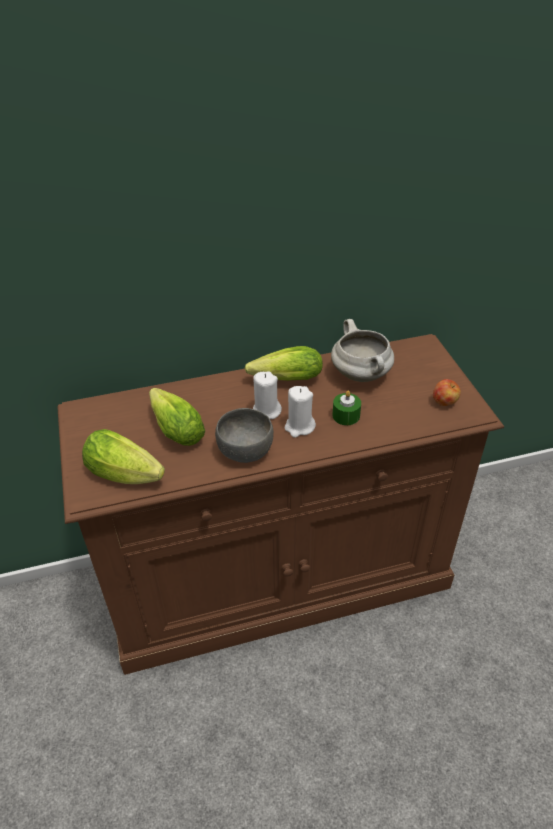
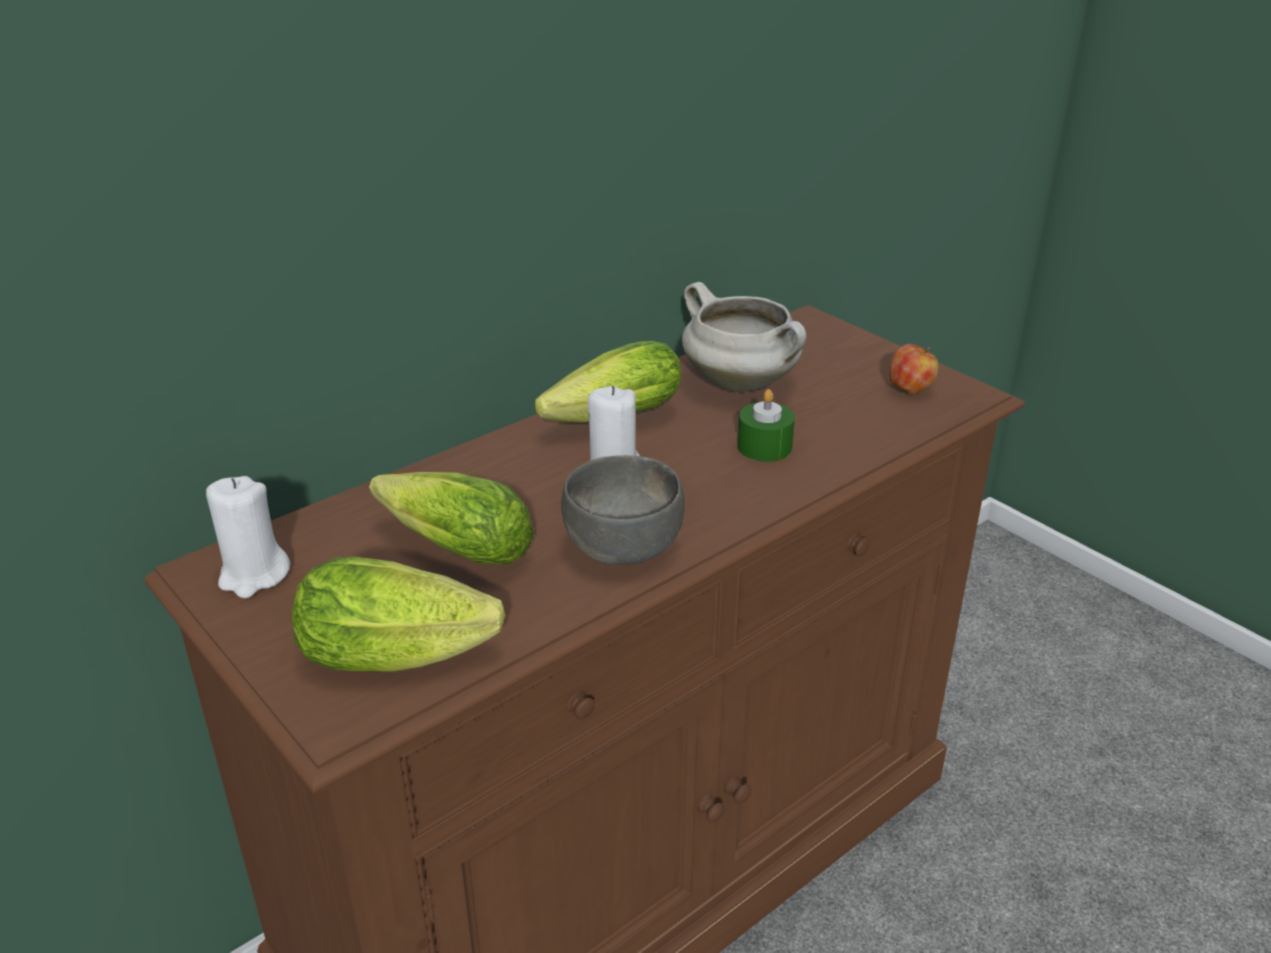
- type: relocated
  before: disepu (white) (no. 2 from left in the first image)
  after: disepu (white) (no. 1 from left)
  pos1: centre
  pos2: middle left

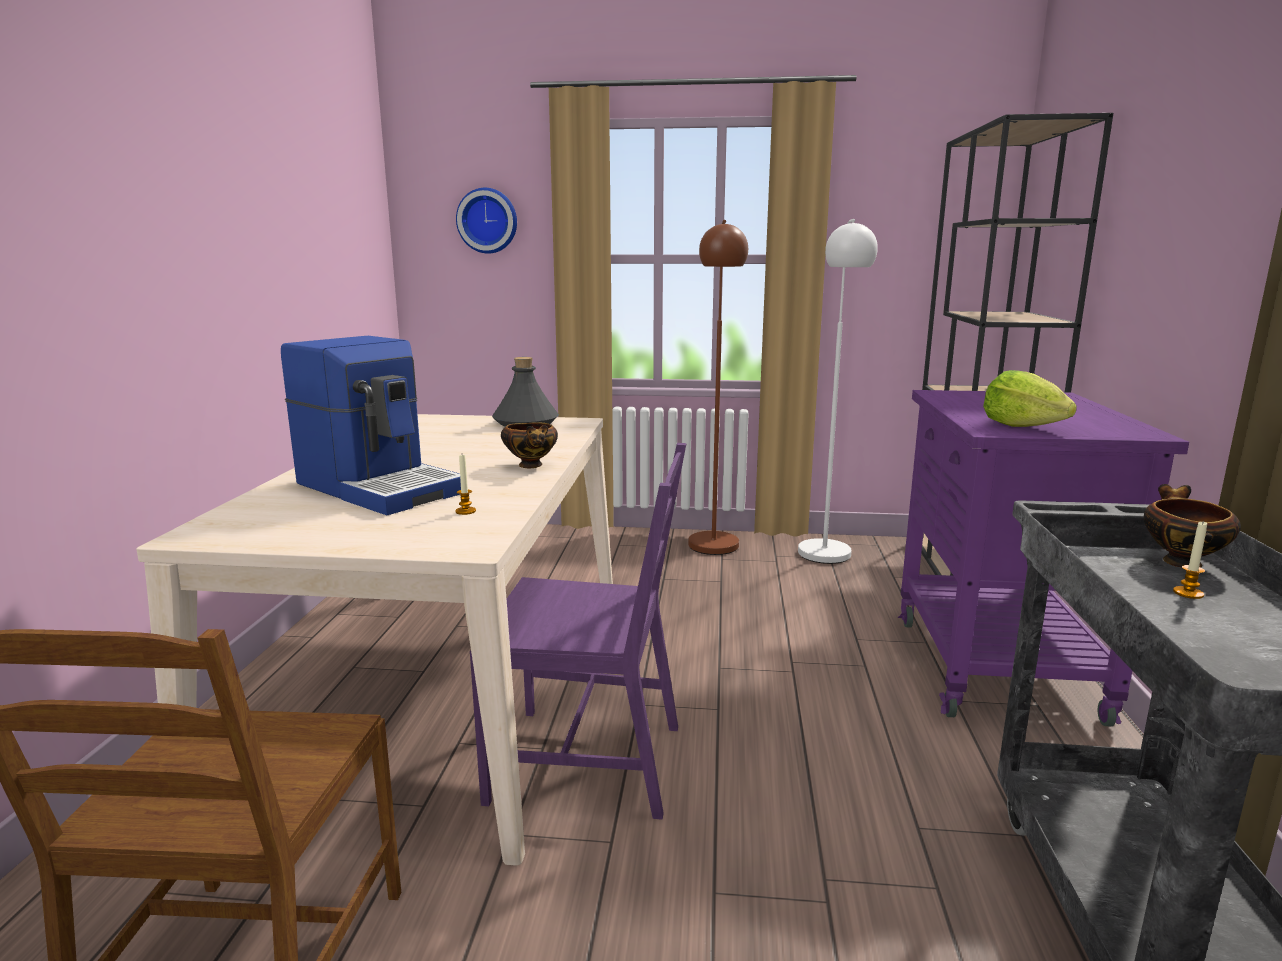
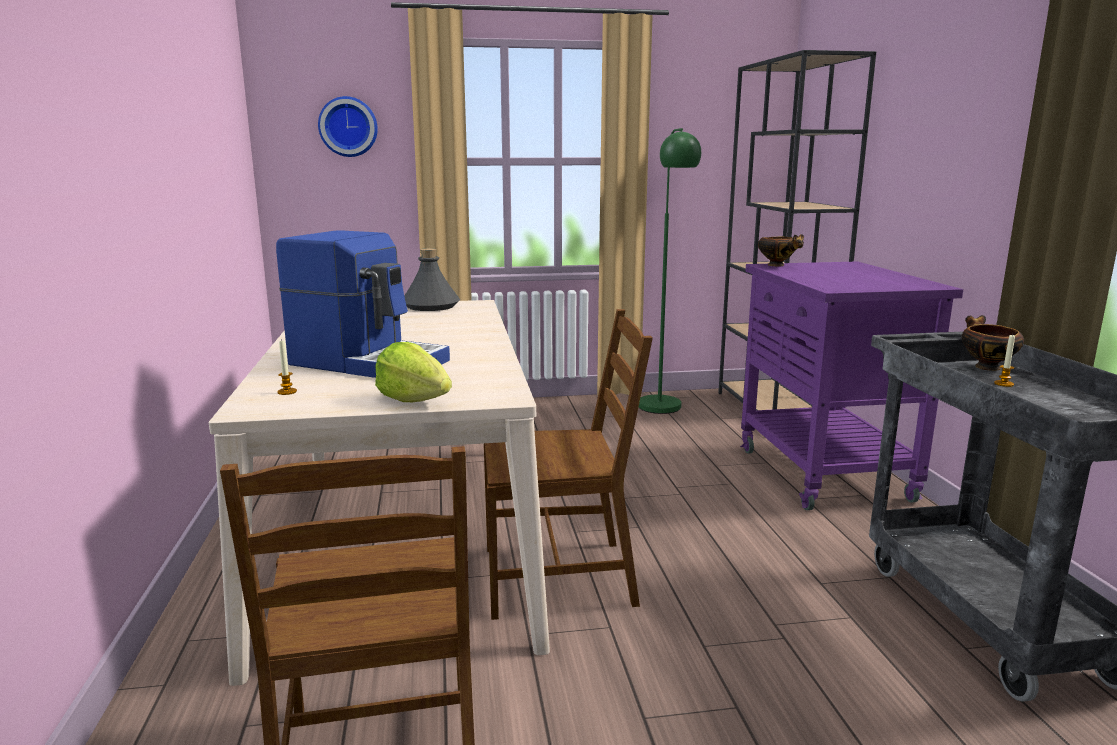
- type: relocated
  before: disepu (no. 1 from left)
  pos1: centre
  pos2: middle left
- type: colour
  before: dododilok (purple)
  after: dododilok (brown) (no. 2 from left)
  pos1: centre
  pos2: centre
- type: relocated
  before: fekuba (no. 1 from left)
  pos1: centre
  pos2: middle right
- type: missing
  before: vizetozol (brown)
  pos1: centre
- type: colour
  before: vizetozol (white)
  after: vizetozol (green)
  pos1: centre
  pos2: centre
- type: relocated
  before: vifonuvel
  pos1: middle right
  pos2: centre

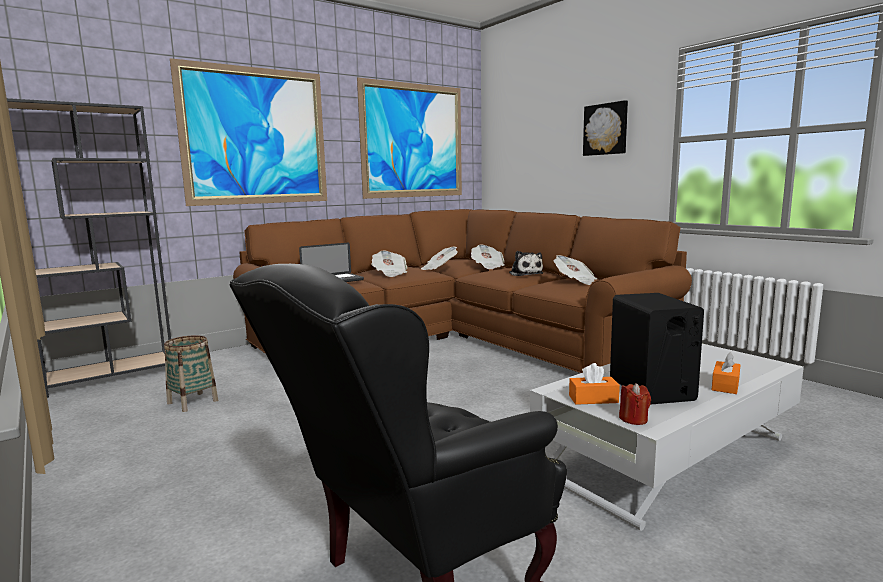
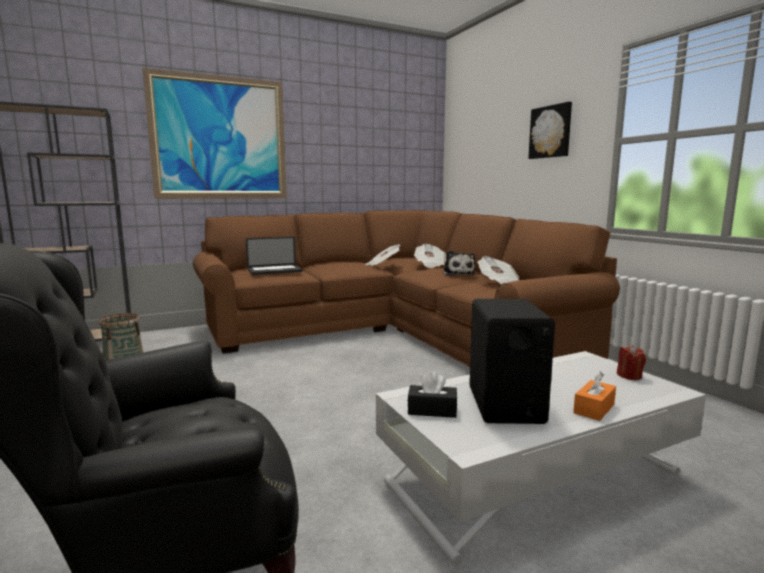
- type: missing
  before: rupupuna (no. 2 from left)
  pos1: top centre
- type: missing
  before: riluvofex (no. 1 from left)
  pos1: centre
- type: colour
  before: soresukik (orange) (no. 1 from left)
  after: soresukik (black)
  pos1: middle right
  pos2: bottom centre
- type: relocated
  before: disepu (red)
  pos1: bottom right
  pos2: middle right

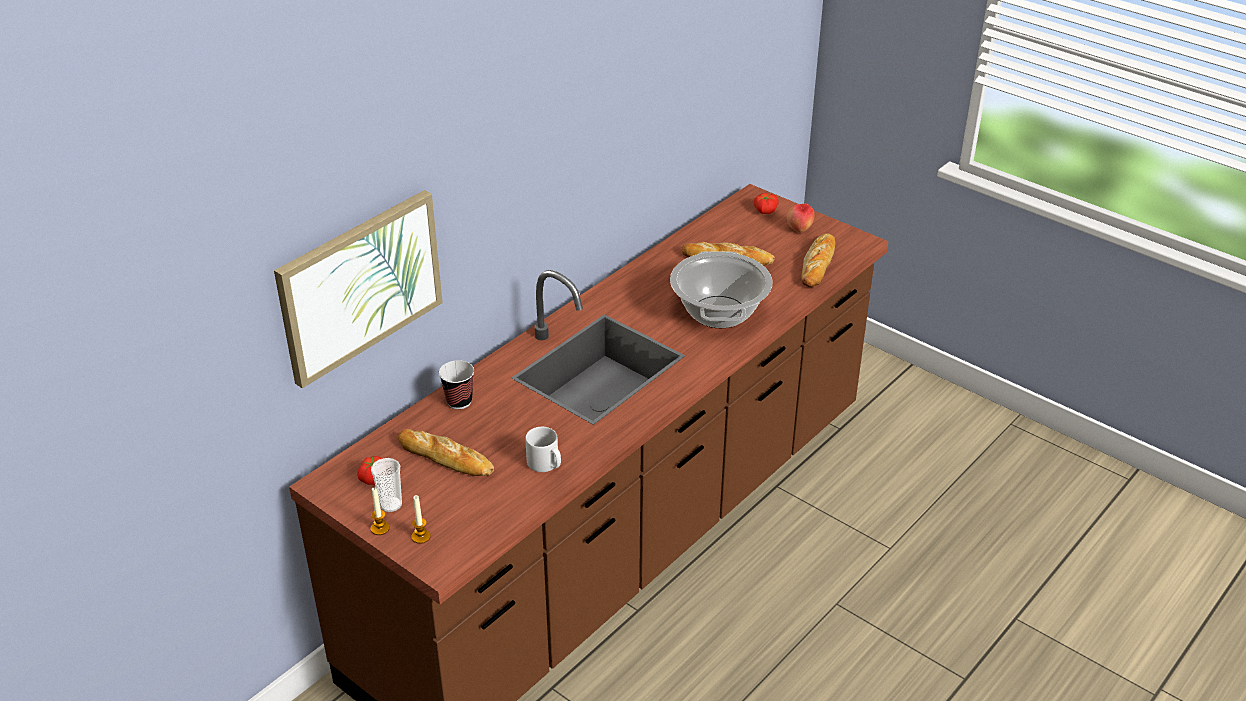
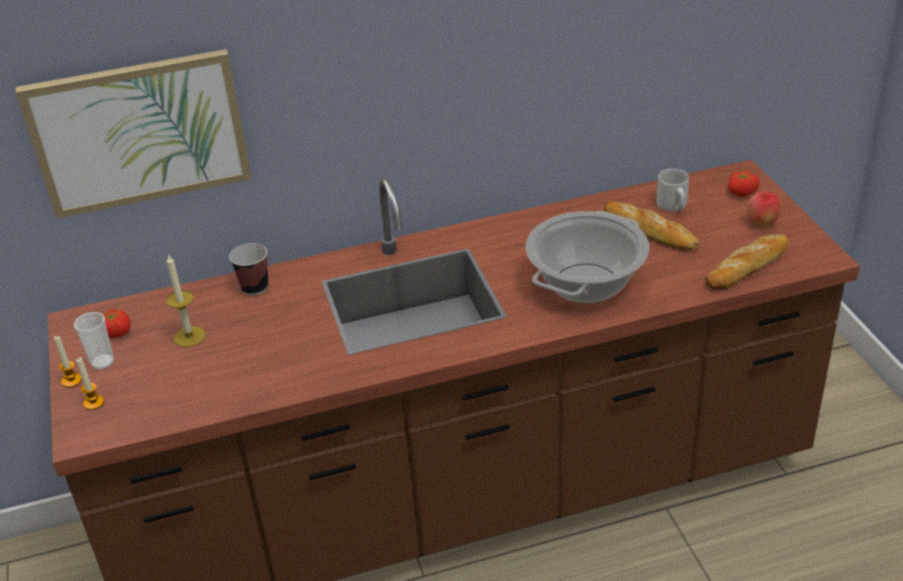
- type: exchanged
  before: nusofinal (no. 1 from left)
  after: disepu (no. 3 from left)
  pos1: centre
  pos2: middle left
- type: relocated
  before: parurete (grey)
  pos1: centre
  pos2: top right

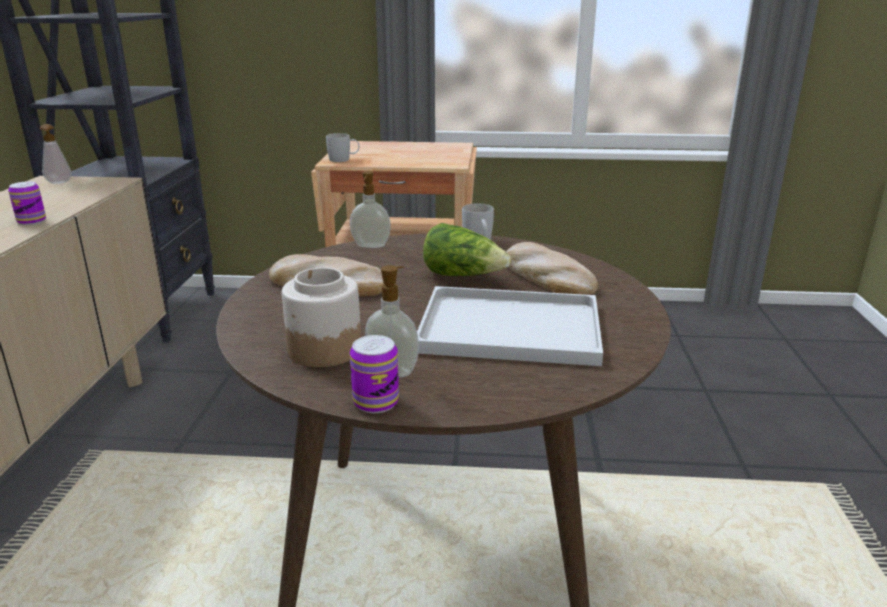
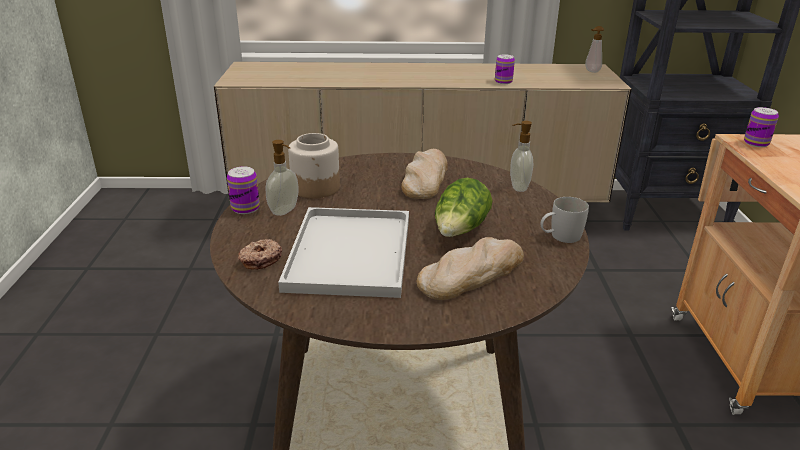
- type: exchanged
  before: parurete (white) (no. 1 from left)
  after: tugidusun (no. 3 from left)
  pos1: top centre
  pos2: top right
- type: appeared
  after: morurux
  pos2: middle left

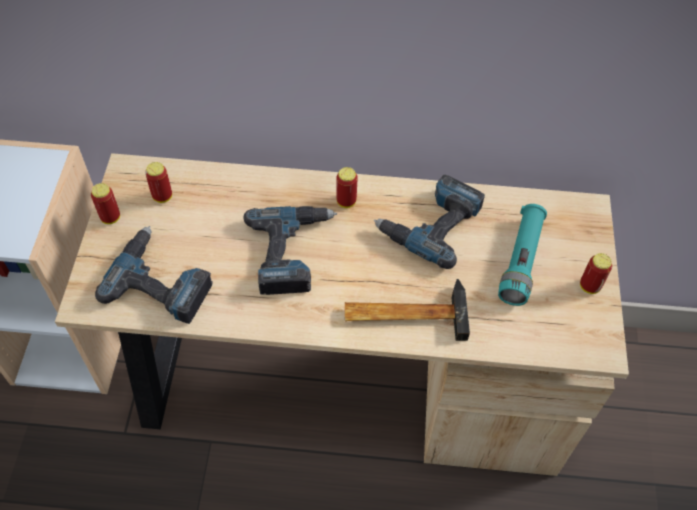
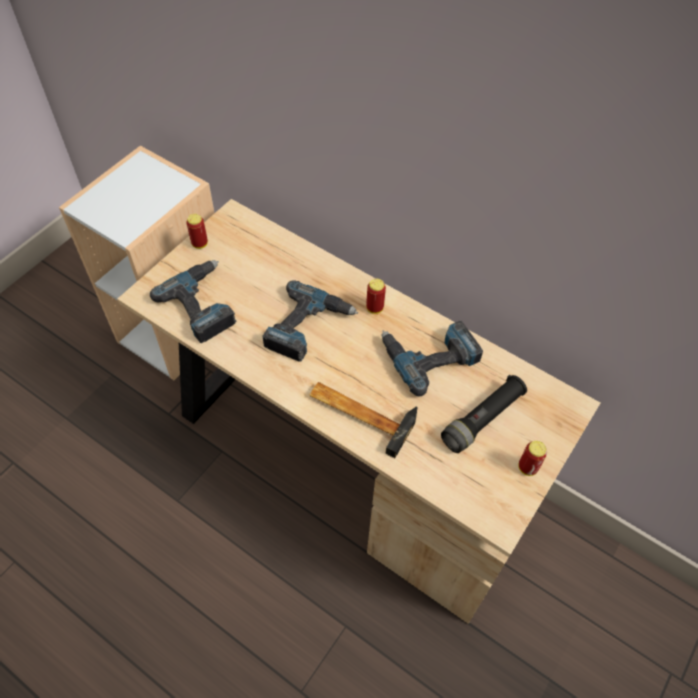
- type: missing
  before: tugidusun (no. 2 from left)
  pos1: middle left
- type: colour
  before: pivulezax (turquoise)
  after: pivulezax (black)
  pos1: middle right
  pos2: middle right

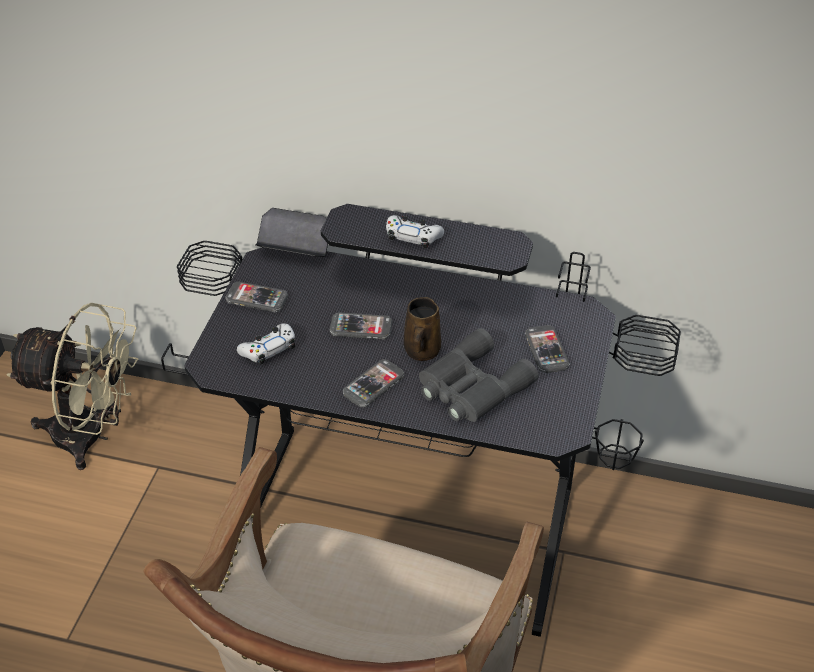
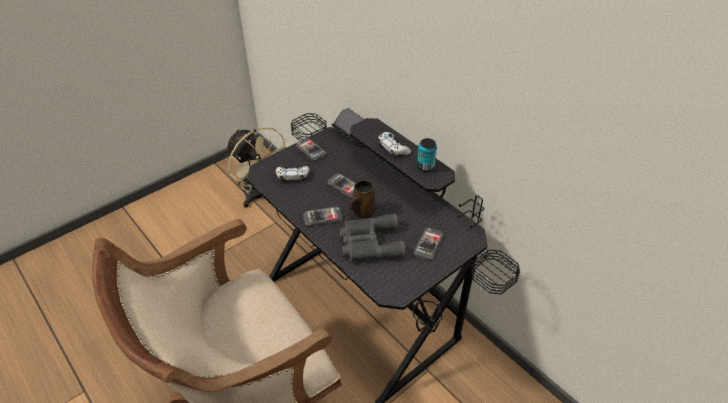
- type: appeared
  after: tugidusun
  pos2: centre

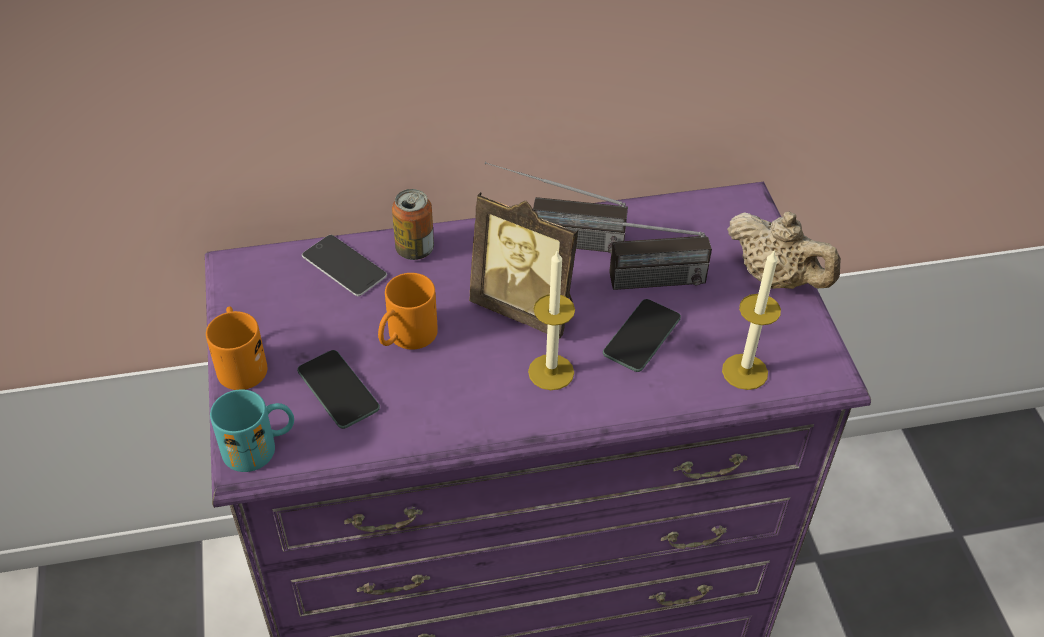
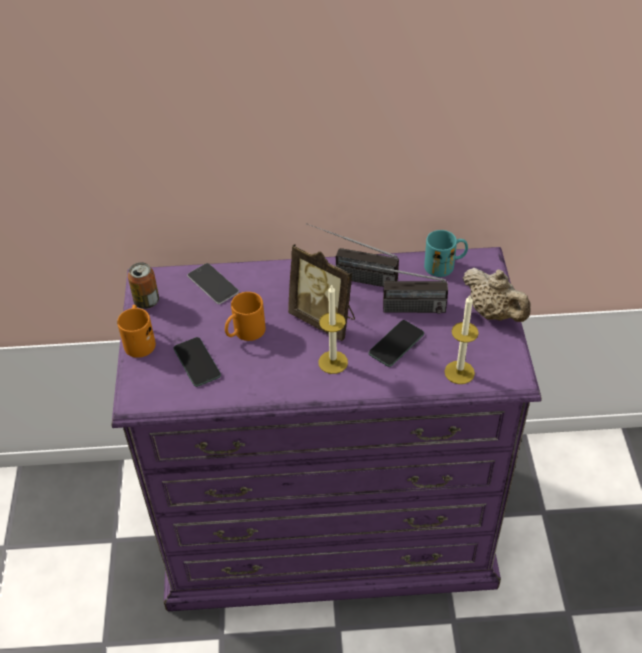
- type: relocated
  before: parurete (turquoise)
  pos1: bottom left
  pos2: middle right
- type: relocated
  before: tugidusun
  pos1: centre
  pos2: middle left

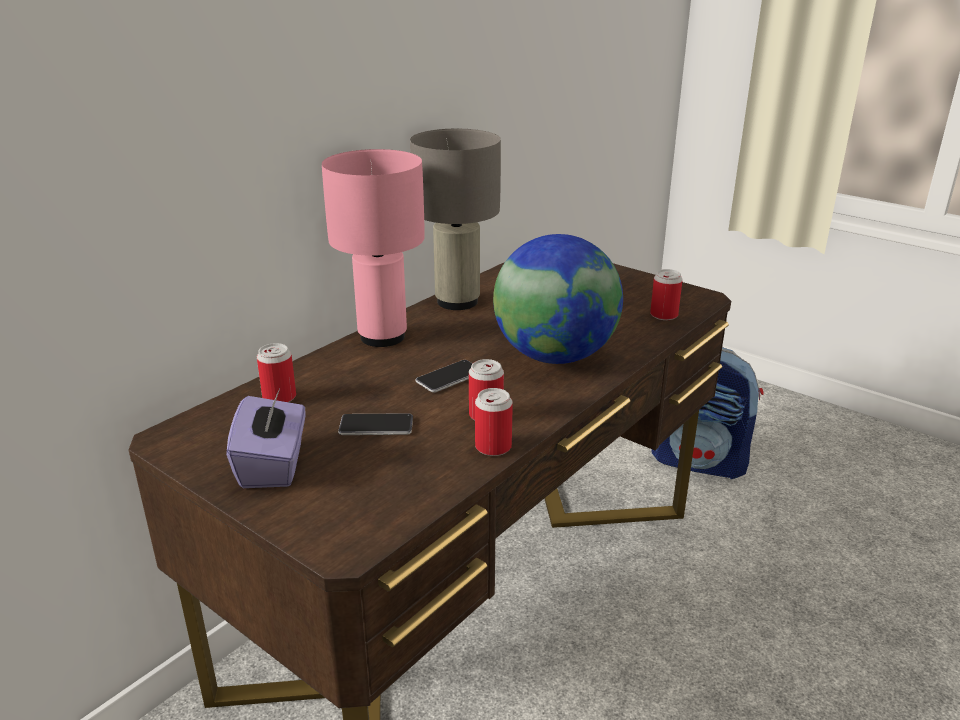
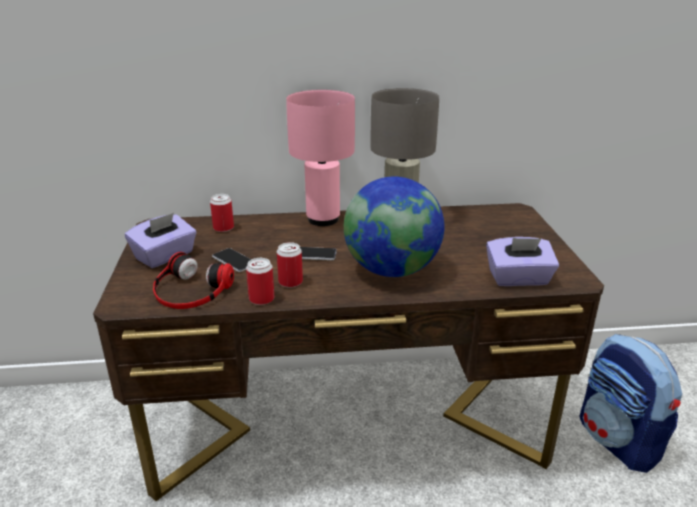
- type: exchanged
  before: tugidusun (no. 4 from left)
  after: soresukik (purple) (no. 2 from left)
  pos1: middle right
  pos2: middle right
- type: appeared
  after: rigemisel
  pos2: middle left

